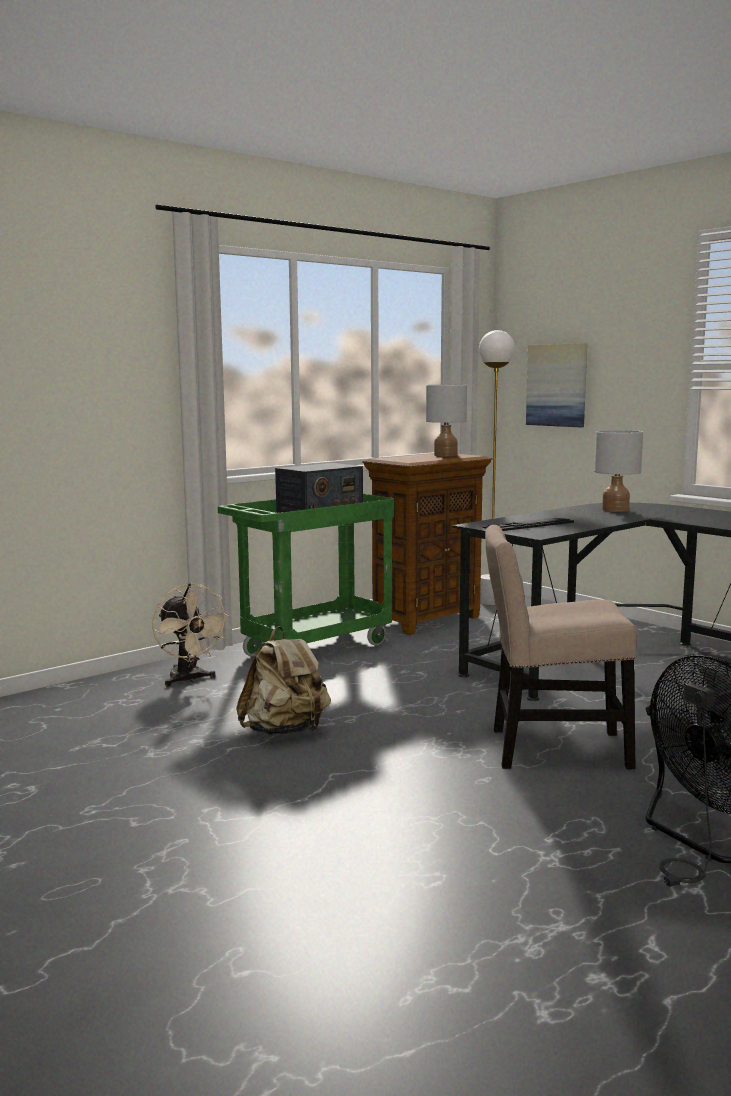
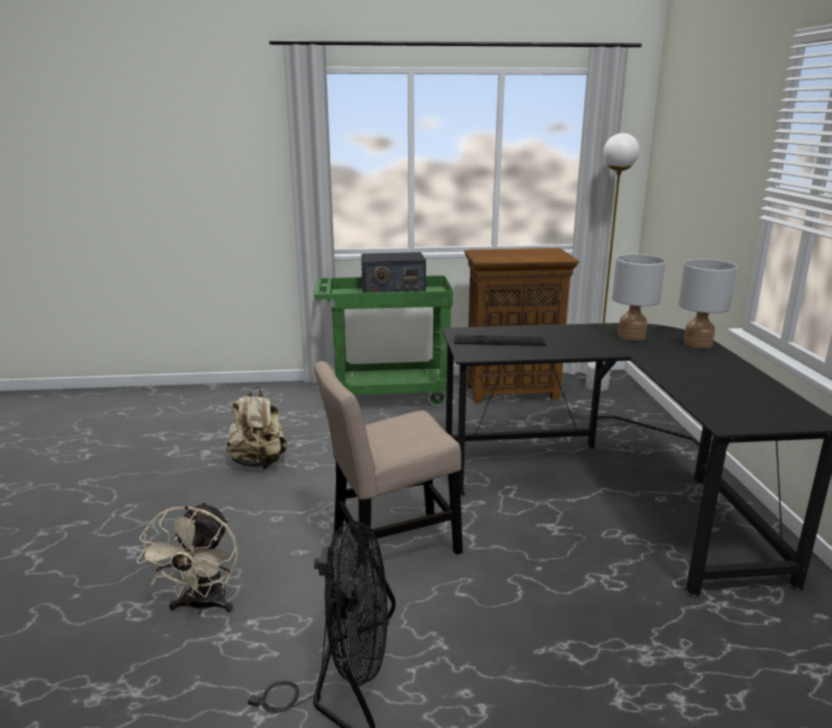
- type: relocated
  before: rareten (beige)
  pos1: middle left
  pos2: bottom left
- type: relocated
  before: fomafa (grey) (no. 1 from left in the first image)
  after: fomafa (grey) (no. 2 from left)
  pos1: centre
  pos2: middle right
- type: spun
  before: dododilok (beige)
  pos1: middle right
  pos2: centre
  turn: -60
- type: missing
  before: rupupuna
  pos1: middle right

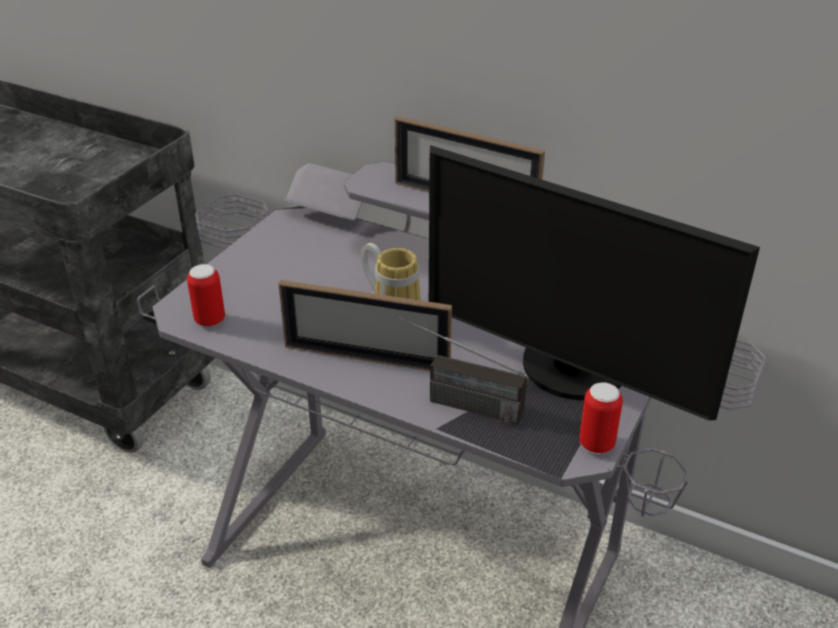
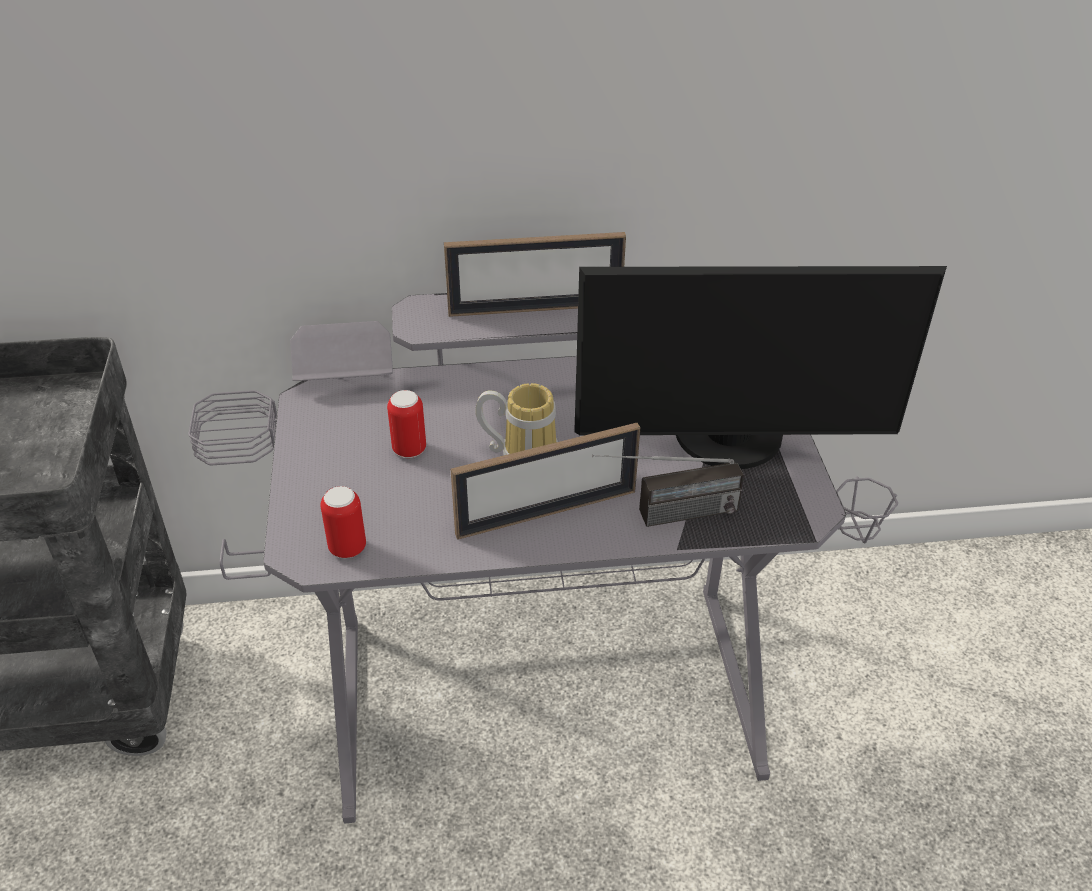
- type: relocated
  before: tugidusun (no. 2 from left)
  pos1: middle right
  pos2: centre

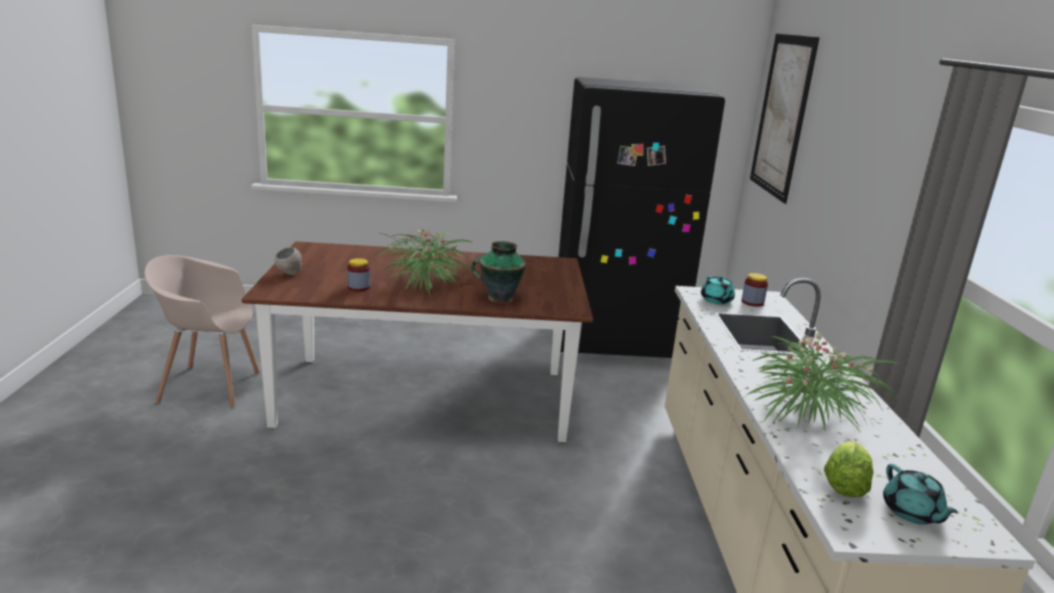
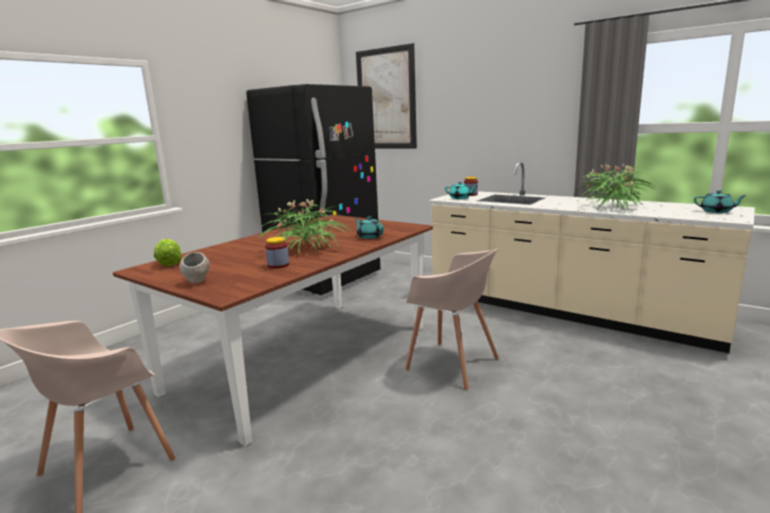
- type: exchanged
  before: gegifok
  after: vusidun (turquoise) (no. 1 from left)
  pos1: centre
  pos2: centre
- type: relocated
  before: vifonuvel
  pos1: bottom right
  pos2: middle left
- type: appeared
  after: dododilok (beige) (no. 2 from left)
  pos2: centre

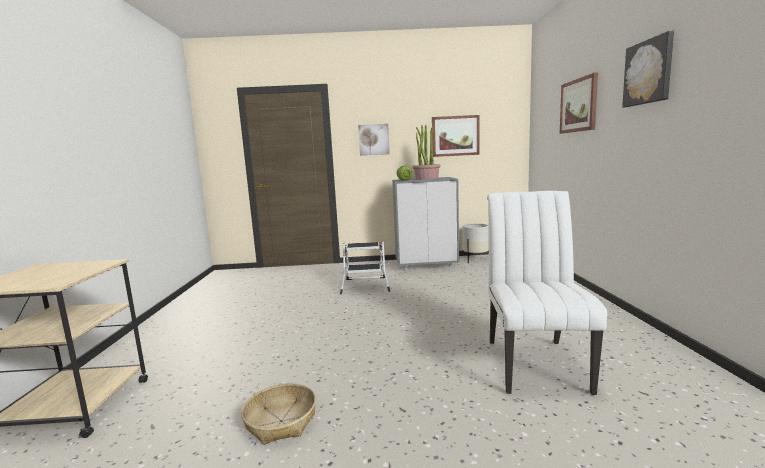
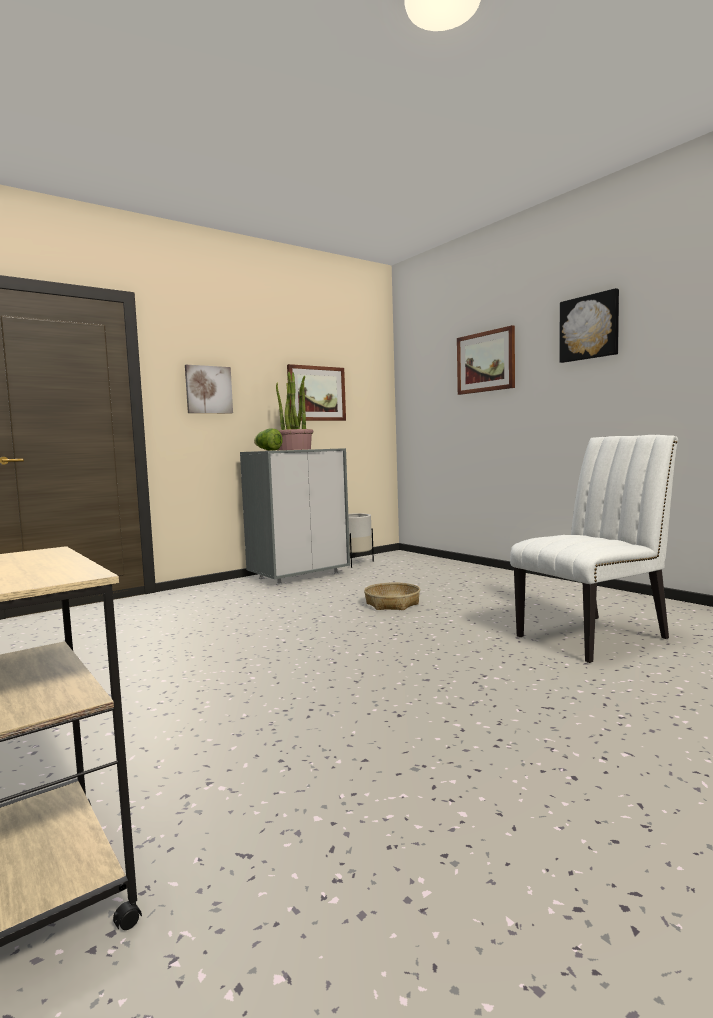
- type: relocated
  before: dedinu
  pos1: bottom centre
  pos2: centre
- type: missing
  before: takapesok
  pos1: centre
- type: spun
  before: dododilok (white)
  pos1: middle right
  pos2: middle right
  turn: 90

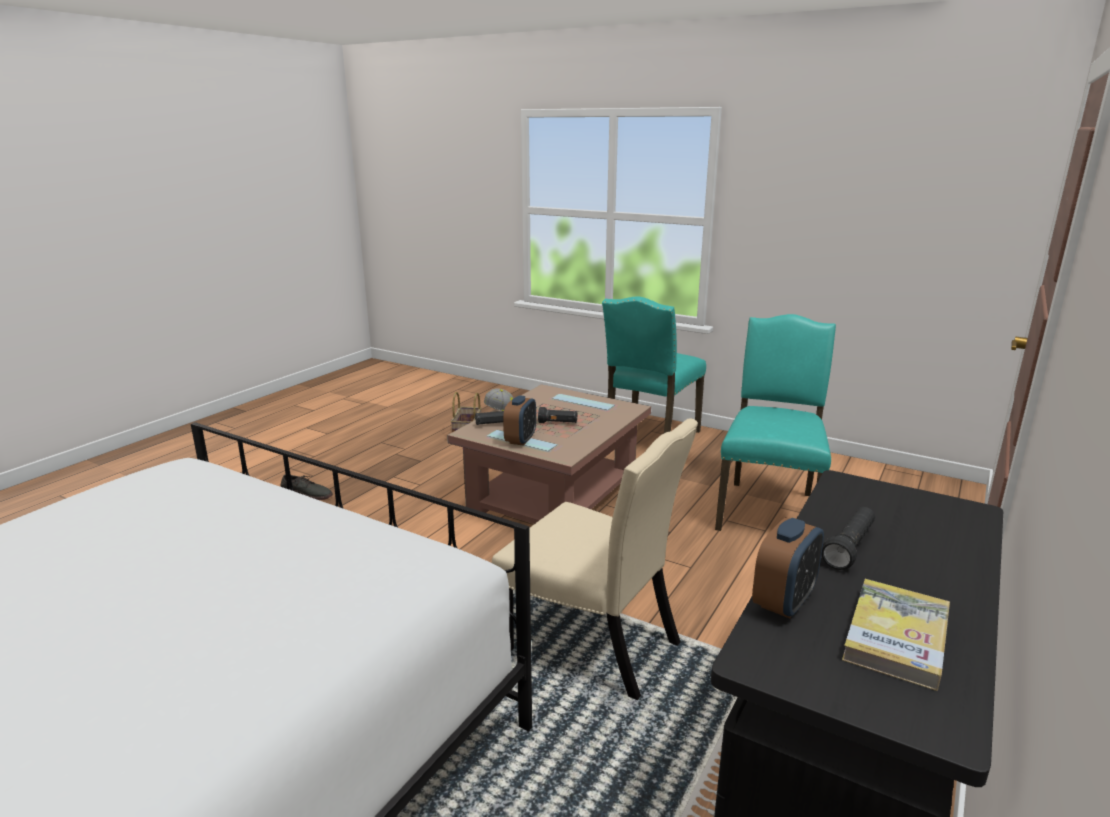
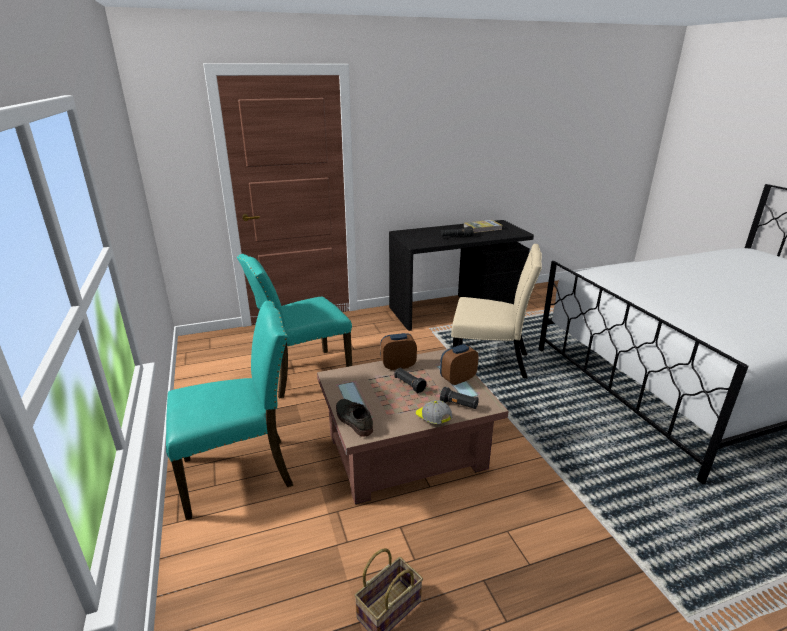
- type: relocated
  before: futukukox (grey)
  pos1: middle left
  pos2: centre
- type: spun
  before: dododilok (beige)
  pos1: bottom centre
  pos2: centre
  turn: 120
- type: relocated
  before: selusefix (no. 2 from left in the first image)
  after: selusefix (no. 1 from left)
  pos1: bottom right
  pos2: centre

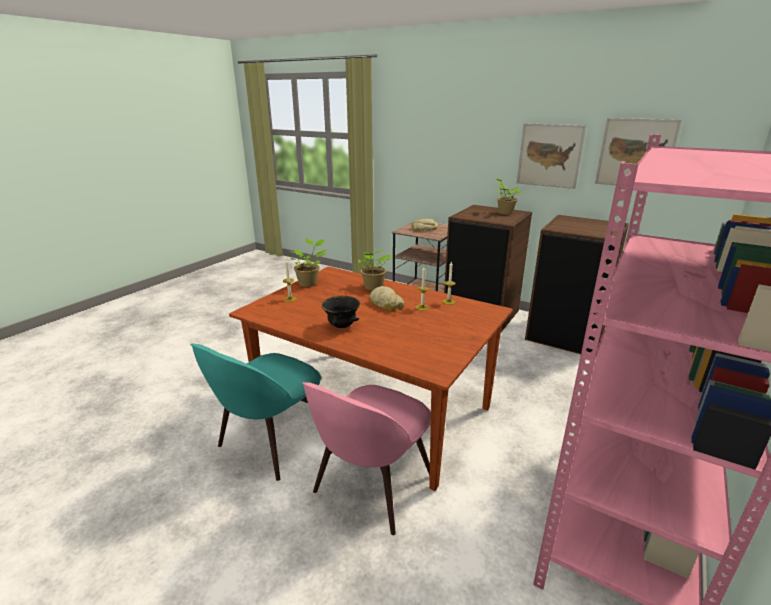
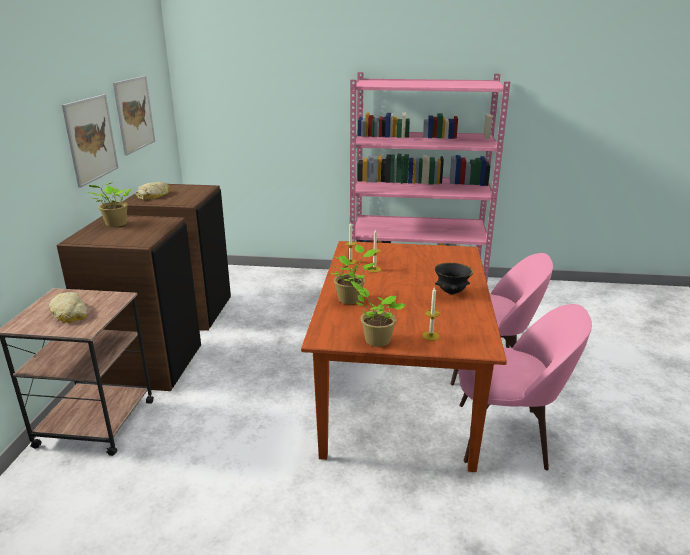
- type: colour
  before: dododilok (turquoise)
  after: dododilok (pink) (no. 2 from left)
  pos1: bottom left
  pos2: bottom right
- type: relocated
  before: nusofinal (no. 1 from left in the first image)
  after: nusofinal (no. 2 from left)
  pos1: centre
  pos2: middle left

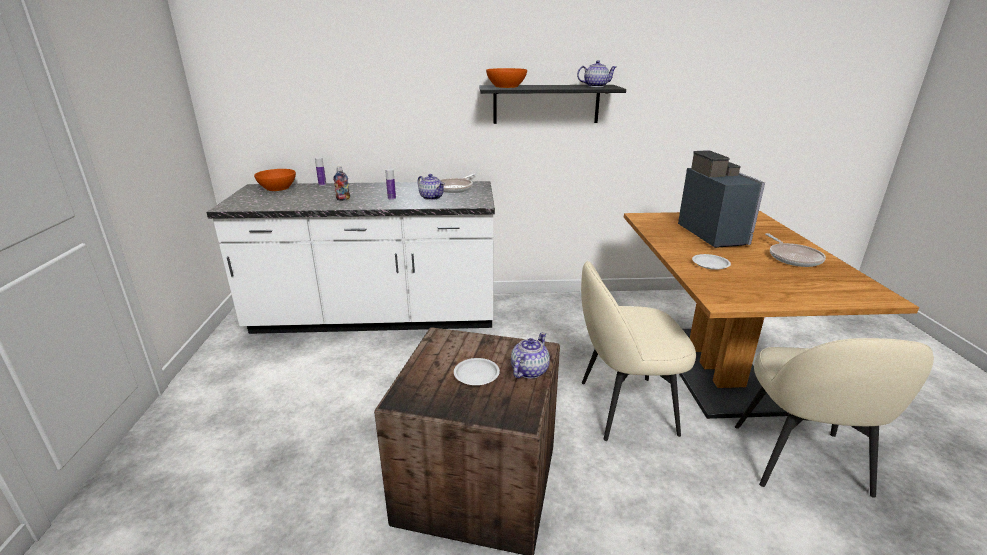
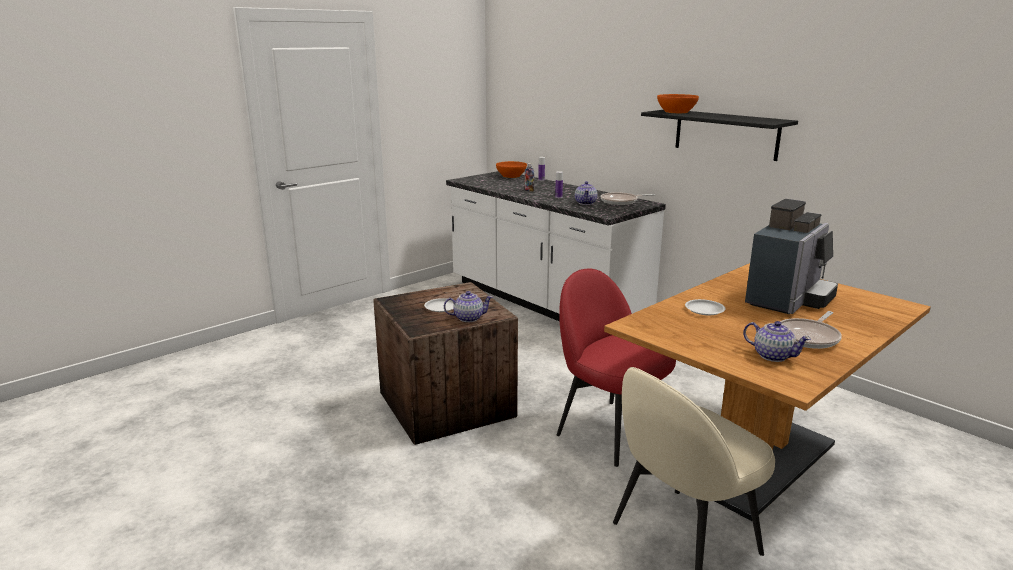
- type: relocated
  before: vusidun (no. 3 from left)
  pos1: top centre
  pos2: middle right
- type: colour
  before: dododilok (beige) (no. 1 from left)
  after: dododilok (red)
  pos1: centre
  pos2: centre

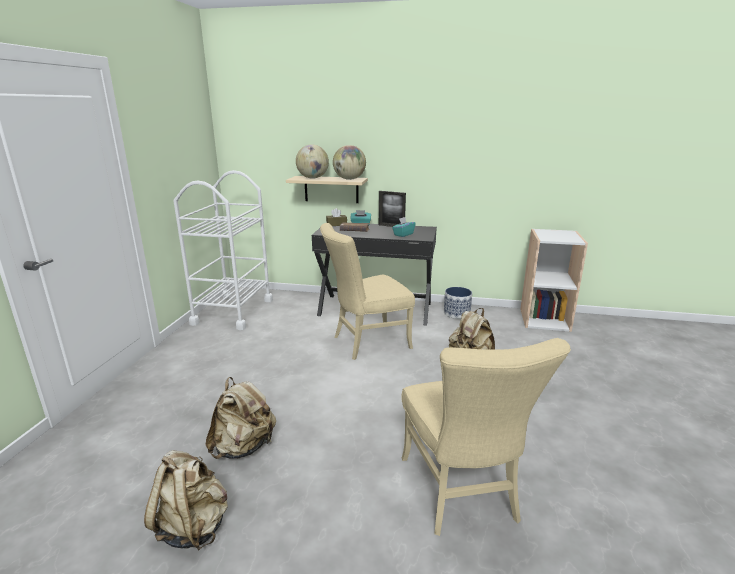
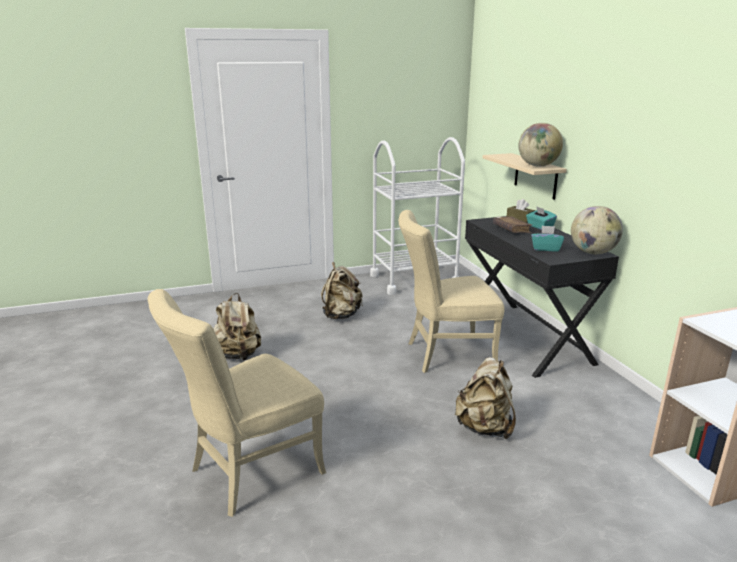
- type: relocated
  before: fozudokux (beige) (no. 1 from left in the first image)
  after: fozudokux (beige) (no. 2 from left)
  pos1: bottom left
  pos2: centre
- type: relocated
  before: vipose (no. 1 from left in the first image)
  after: vipose (no. 2 from left)
  pos1: top centre
  pos2: middle right
- type: spun
  before: dododilok (beige) (no. 1 from left in the first image)
  pos1: centre
  pos2: centre
  turn: -45
- type: missing
  before: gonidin
  pos1: centre
- type: missing
  before: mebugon
  pos1: centre

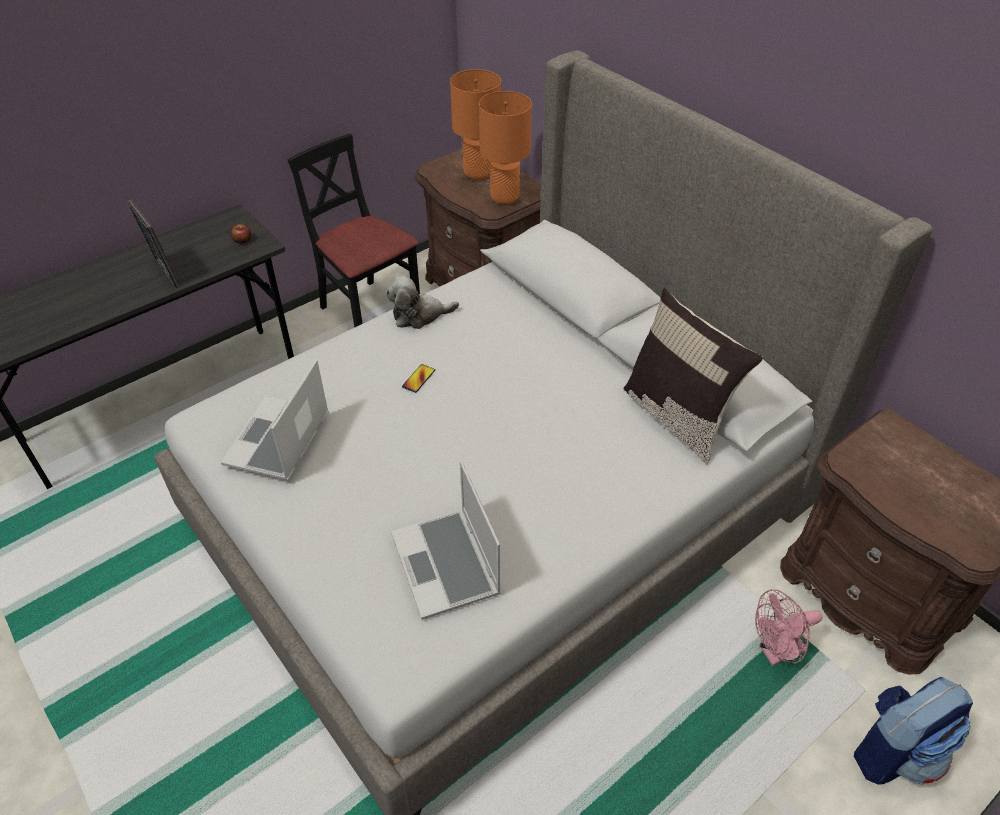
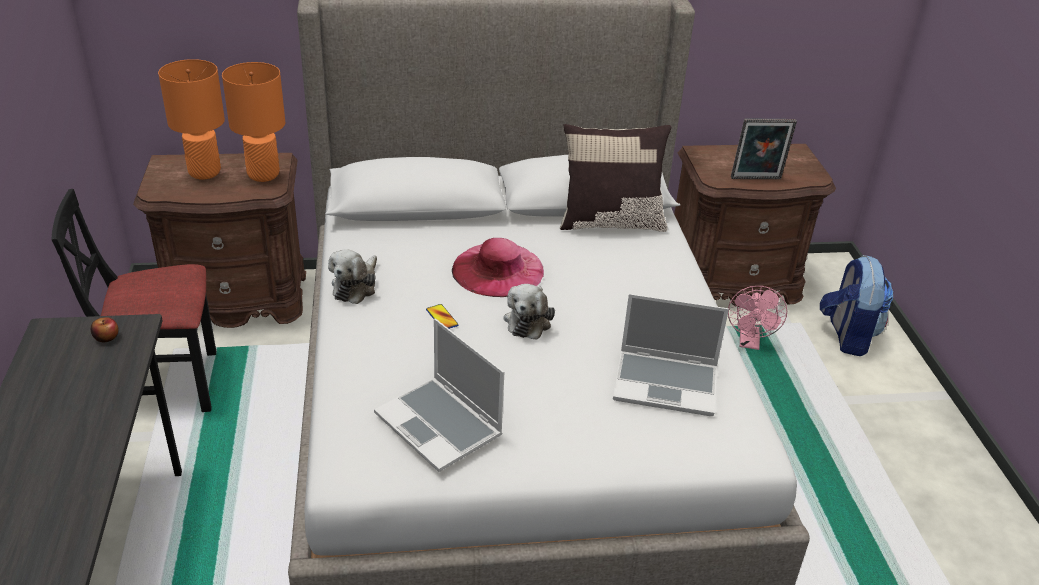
- type: relocated
  before: gonidin
  pos1: top left
  pos2: top right
- type: appeared
  after: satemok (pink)
  pos2: centre
- type: appeared
  after: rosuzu (no. 2 from left)
  pos2: centre

